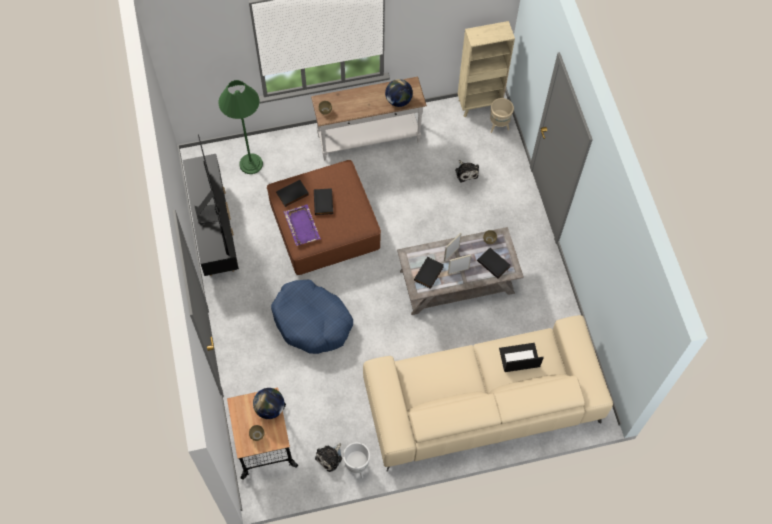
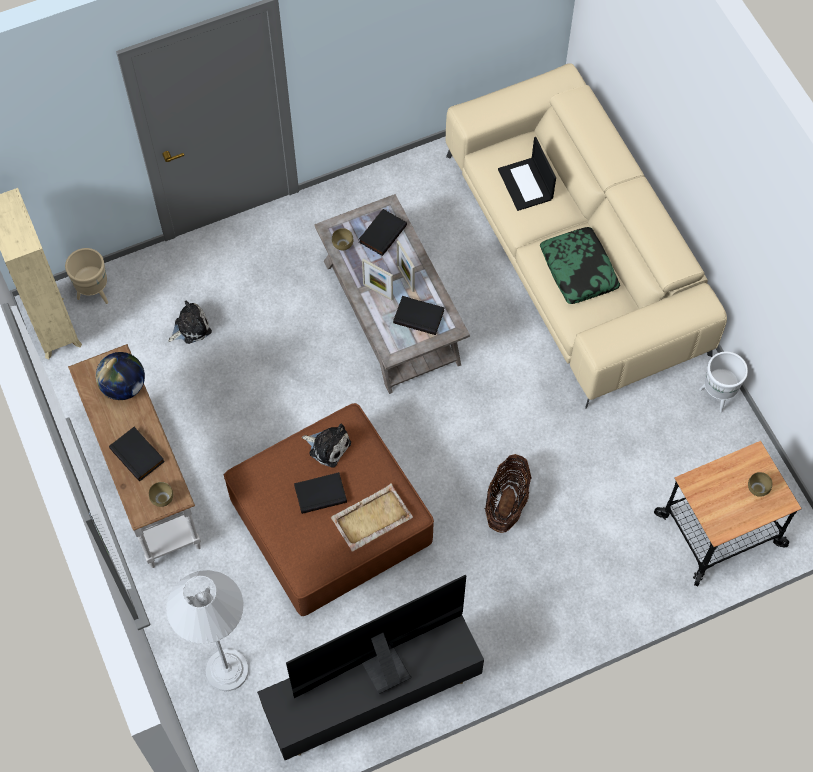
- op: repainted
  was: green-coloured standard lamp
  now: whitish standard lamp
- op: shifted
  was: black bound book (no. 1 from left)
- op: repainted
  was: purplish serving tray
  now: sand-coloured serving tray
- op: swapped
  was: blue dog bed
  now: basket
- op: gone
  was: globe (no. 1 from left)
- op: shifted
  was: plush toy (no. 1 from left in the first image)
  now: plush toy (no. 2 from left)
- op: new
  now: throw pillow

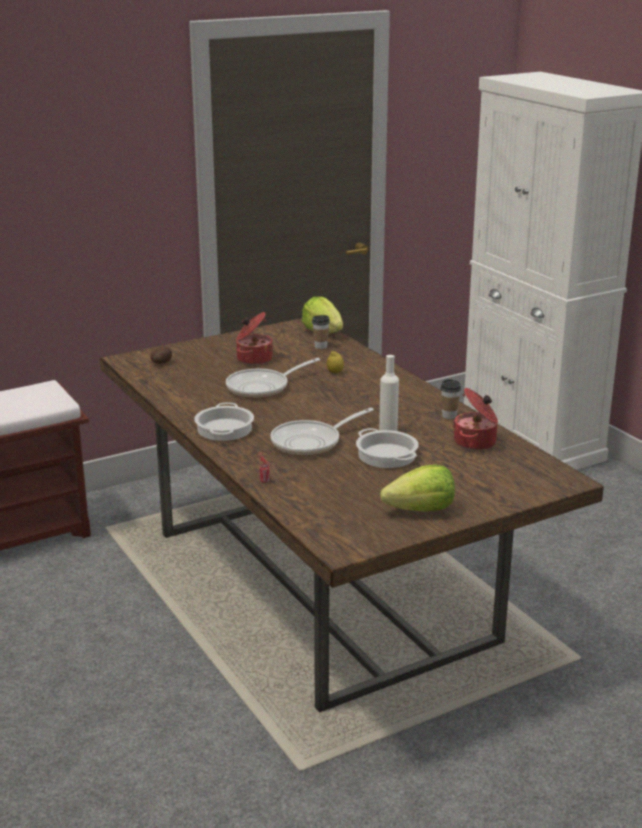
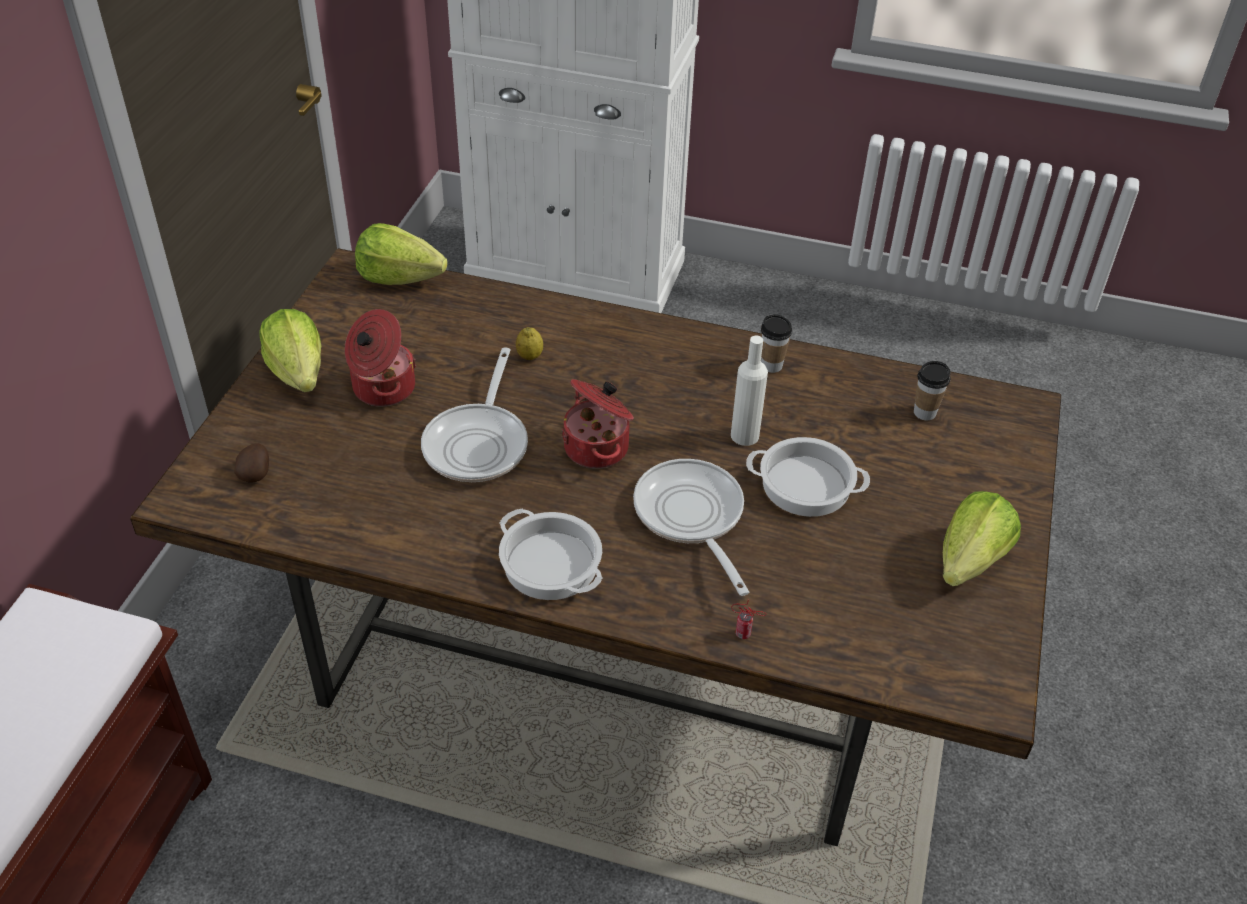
- op: shifted
  was: drinking cup (no. 1 from left in the first image)
  now: drinking cup (no. 2 from left)
- op: shifted
  was: cooking pot (no. 4 from left in the first image)
  now: cooking pot (no. 3 from left)
- op: rotated
  was: skillet (no. 2 from left)
  clockwise: 150
- op: new
  now: head of lettuce (no. 1 from left)

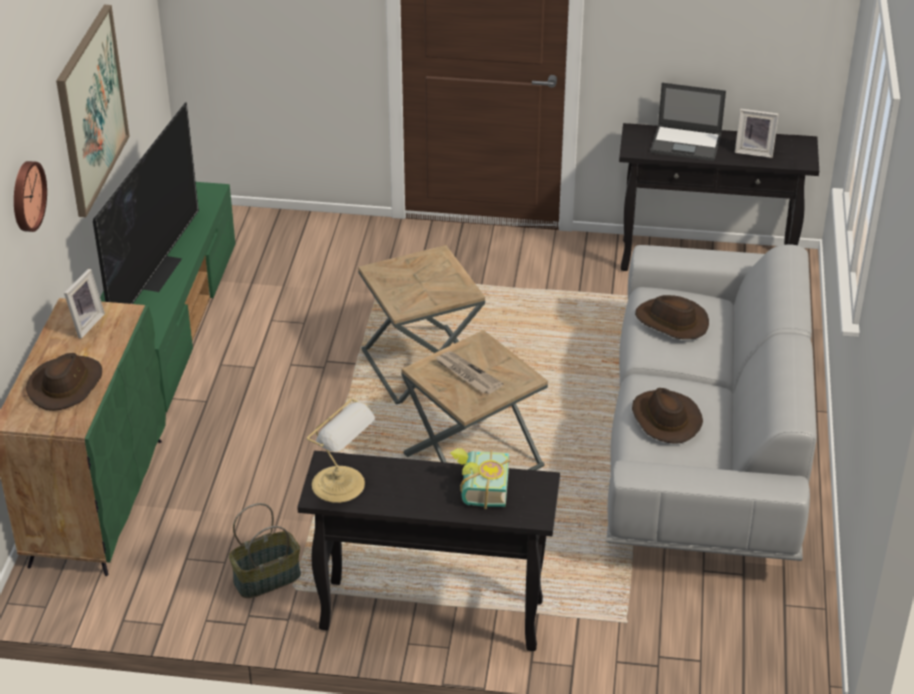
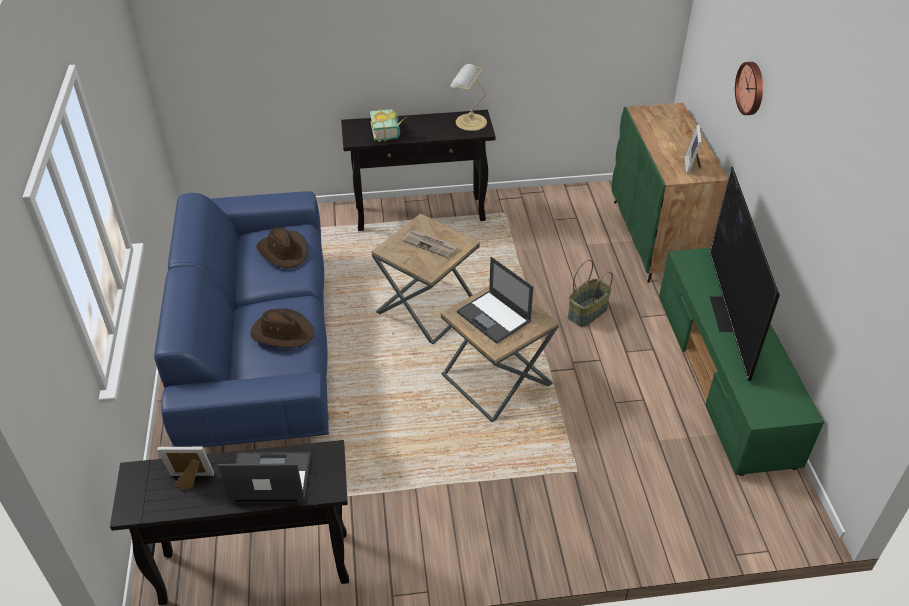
- op: gone
  was: picture
- op: repainted
  was: greyish sofa
  now: blue sofa
- op: gone
  was: brown clothing hat (no. 1 from left)
- op: shifted
  was: basket
- op: new
  now: notebook computer (no. 2 from left)

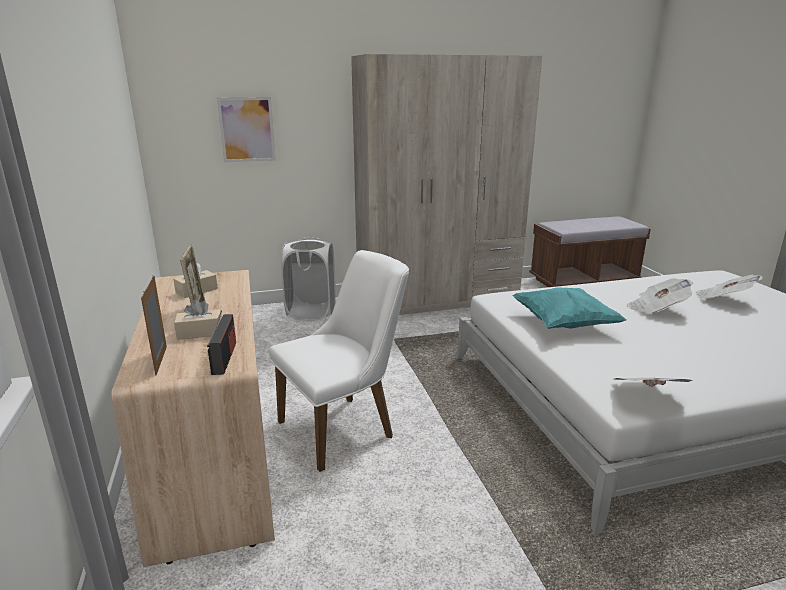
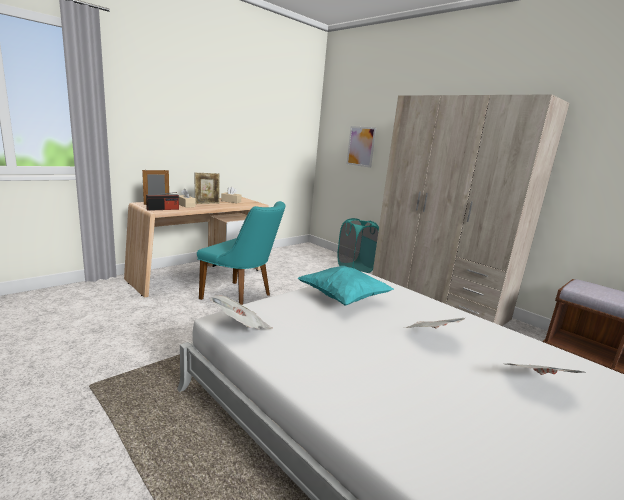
- op: repainted
  was: whitish washing basket
  now: blue-green washing basket
- op: repainted
  was: whitish chair
  now: blue-green chair

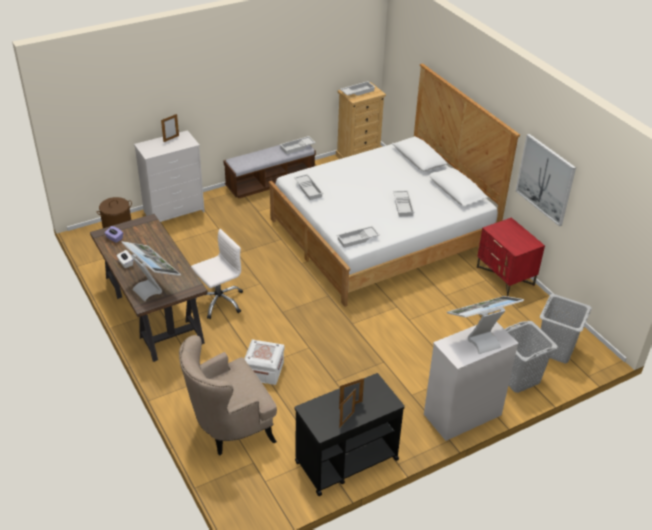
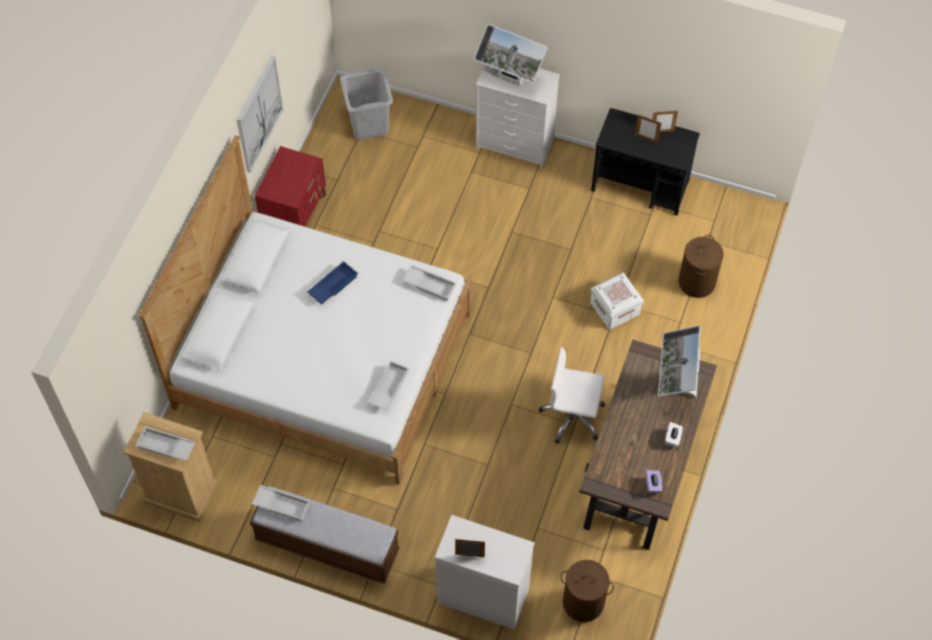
- op: repainted
  was: whitish serving tray (no. 5 from left)
  now: blue serving tray
- op: gone
  was: greyish washing basket (no. 1 from left)
- op: swapped
  was: sand-coloured easy chair
  now: brown washing basket (no. 2 from left)

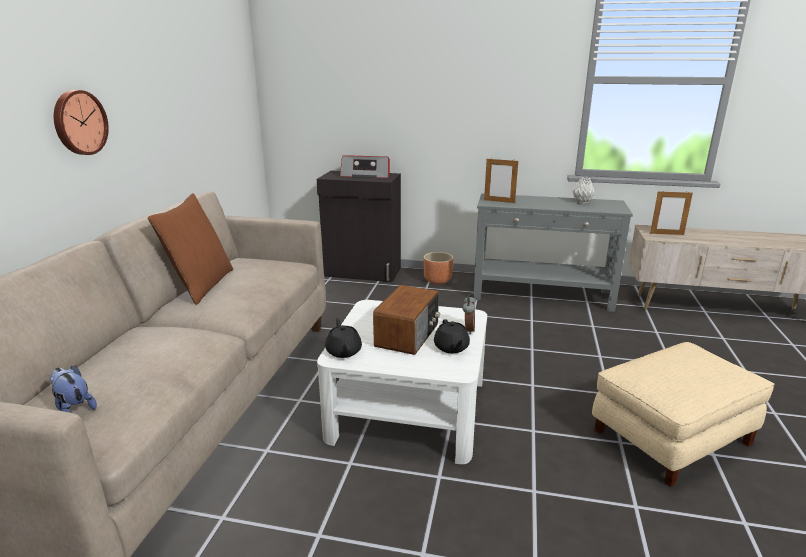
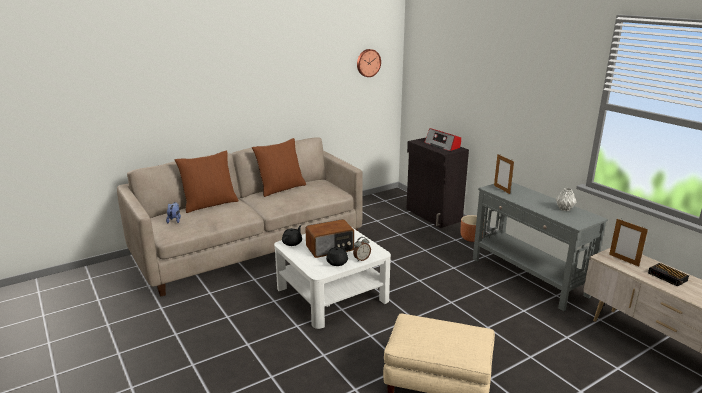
- op: shifted
  was: hanging clock
- op: new
  now: brown throw pillow (no. 1 from left)
- op: new
  now: bedside clock (no. 2 from left)

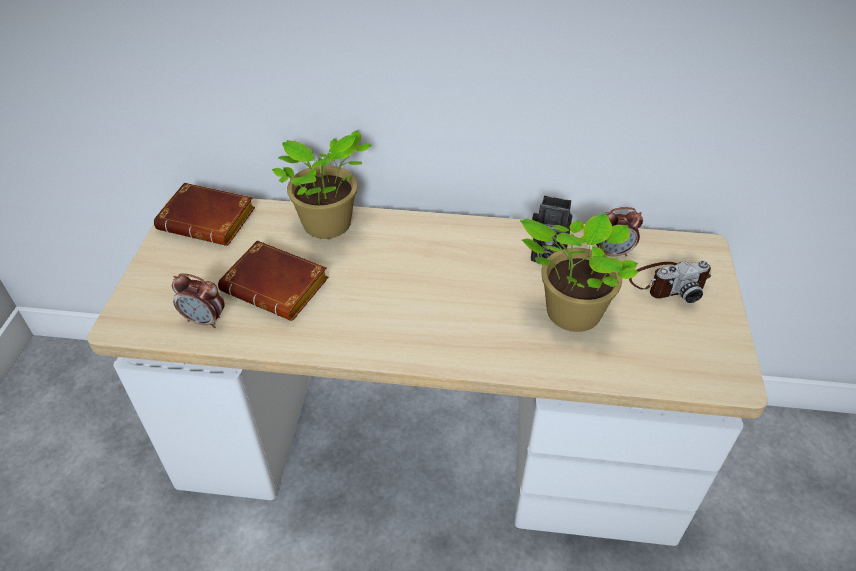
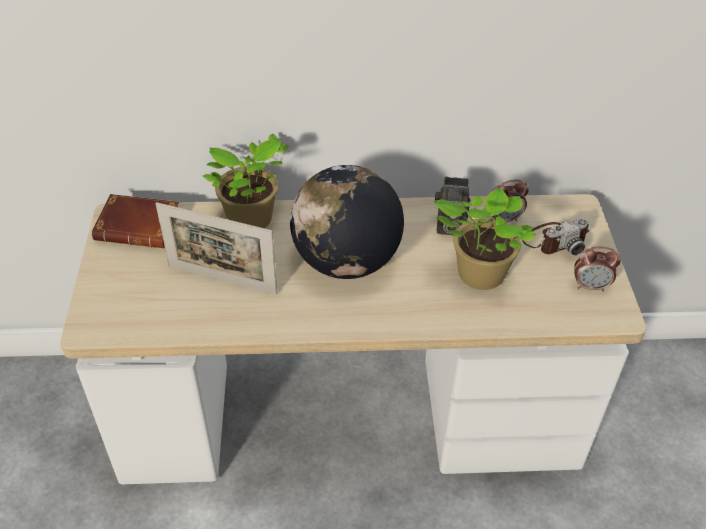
- op: swapped
  was: brown bound book (no. 2 from left)
  now: standing frame
- op: shifted
  was: bedside clock (no. 1 from left in the first image)
  now: bedside clock (no. 2 from left)
- op: new
  now: globe

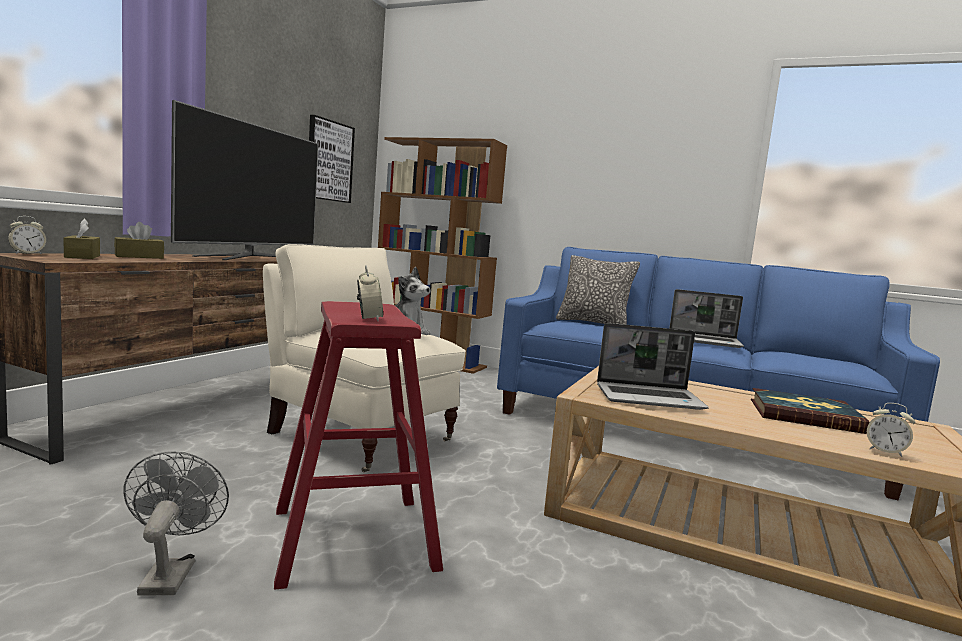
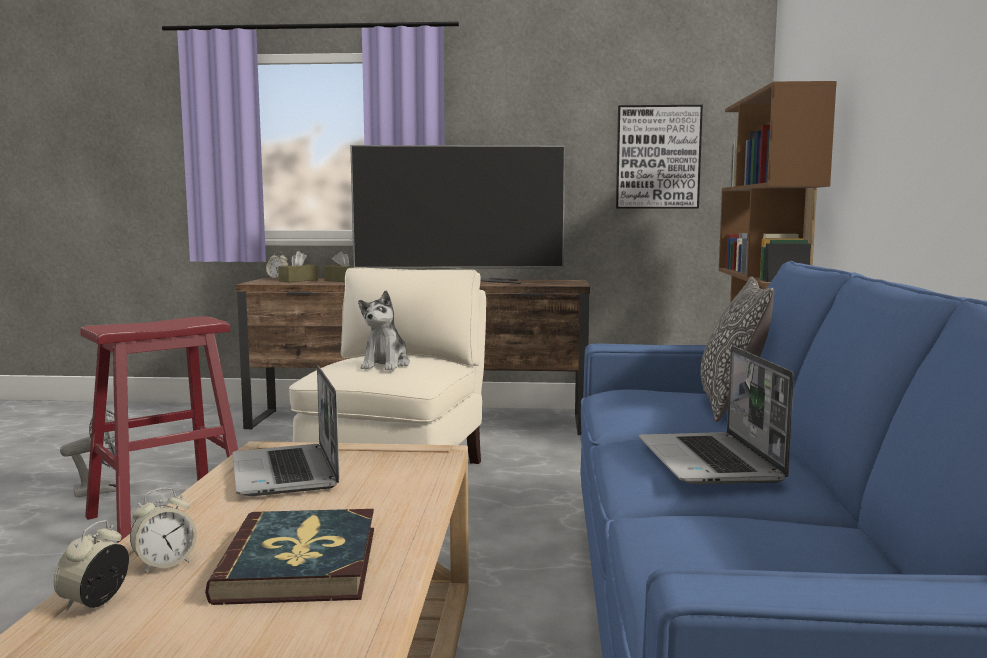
- op: shifted
  was: bedside clock (no. 2 from left)

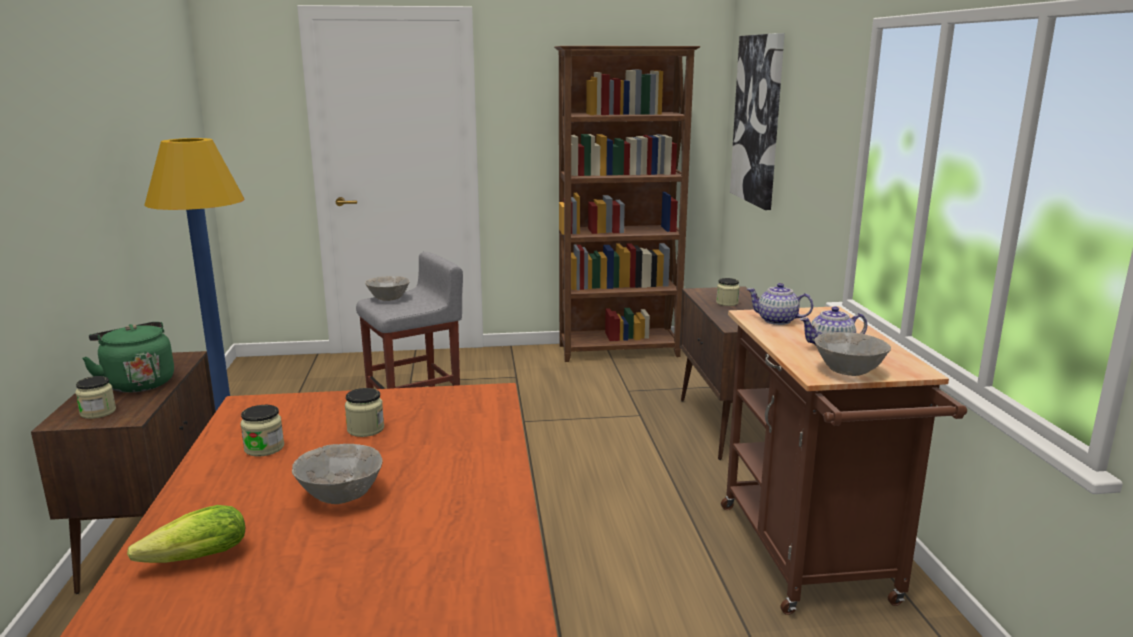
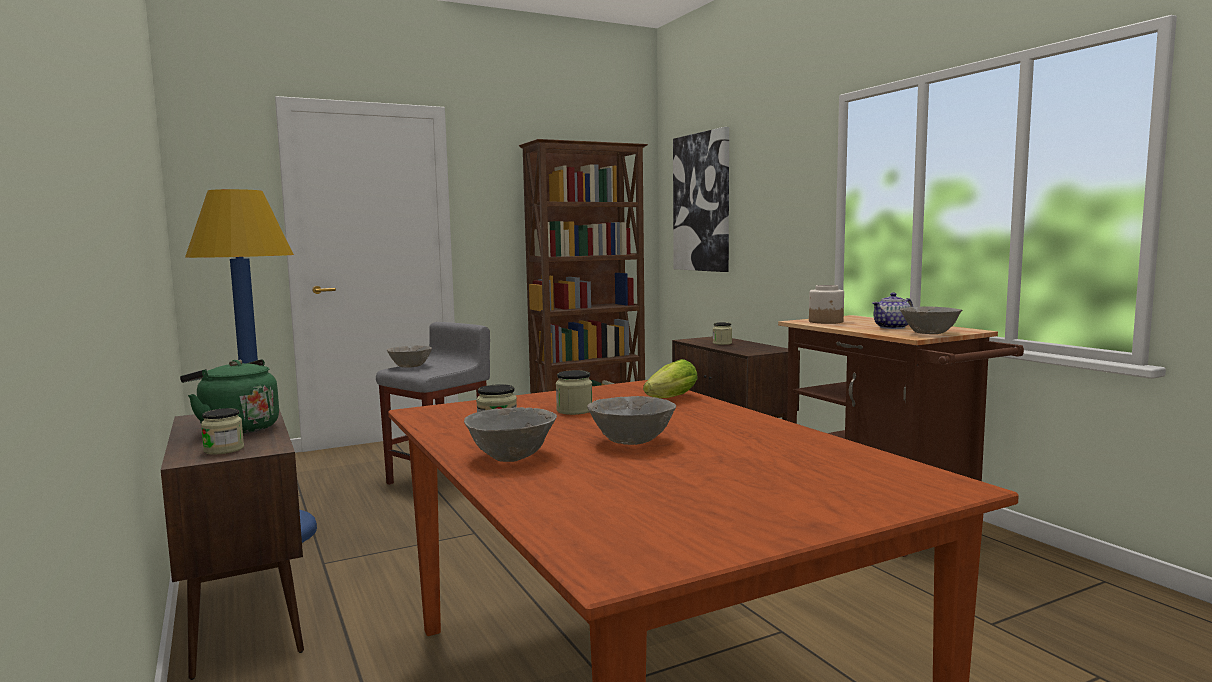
- op: swapped
  was: tea pot (no. 1 from left)
  now: preserve jar (no. 5 from left)
- op: shifted
  was: head of lettuce
- op: new
  now: greyish bowl (no. 2 from left)

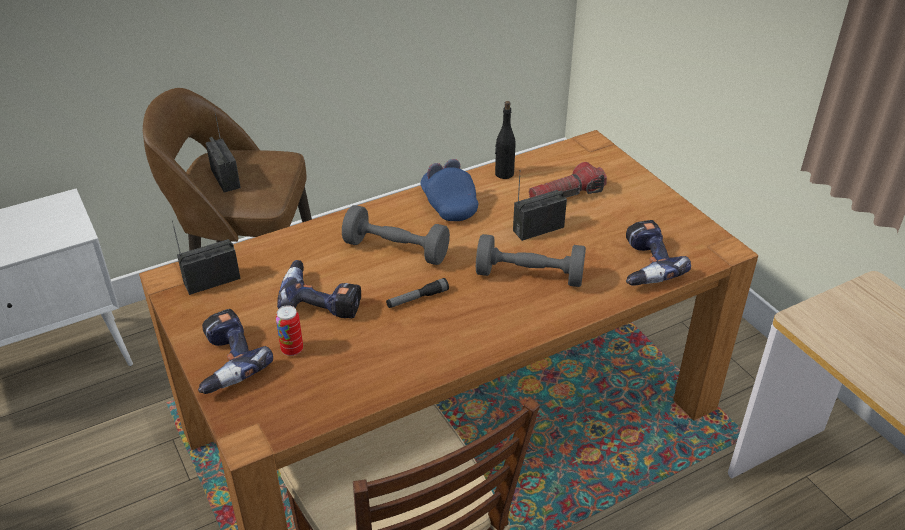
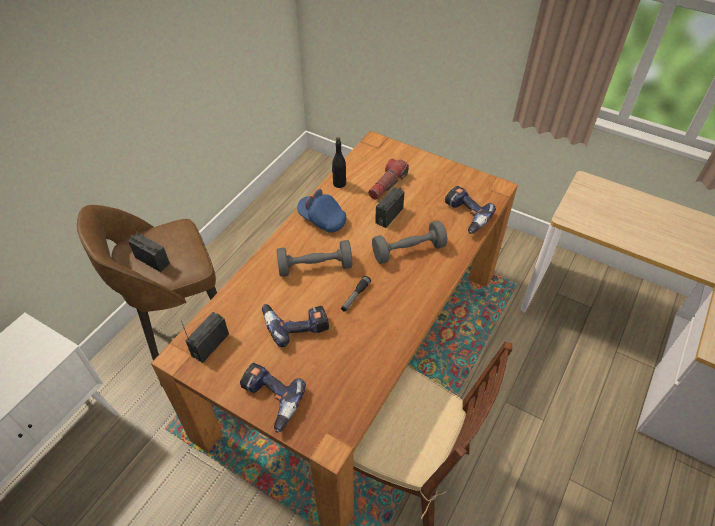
- op: gone
  was: can

